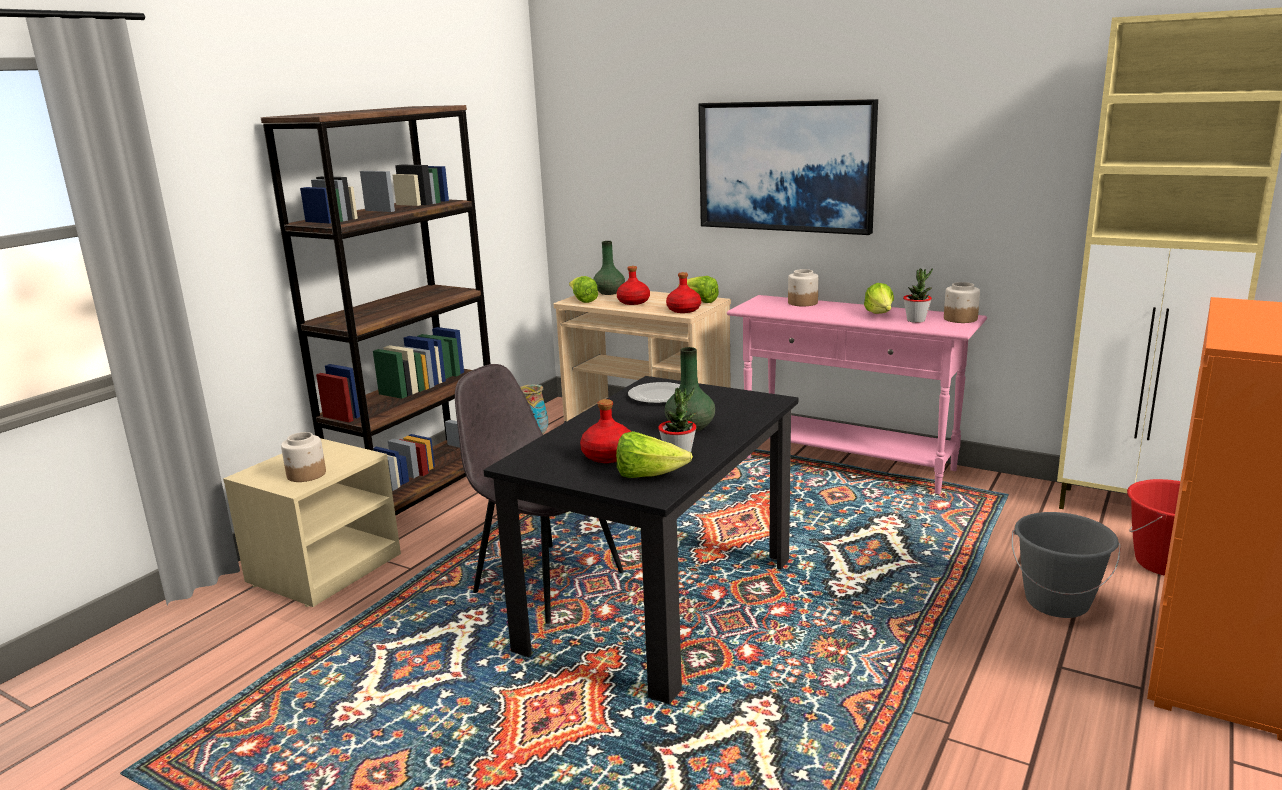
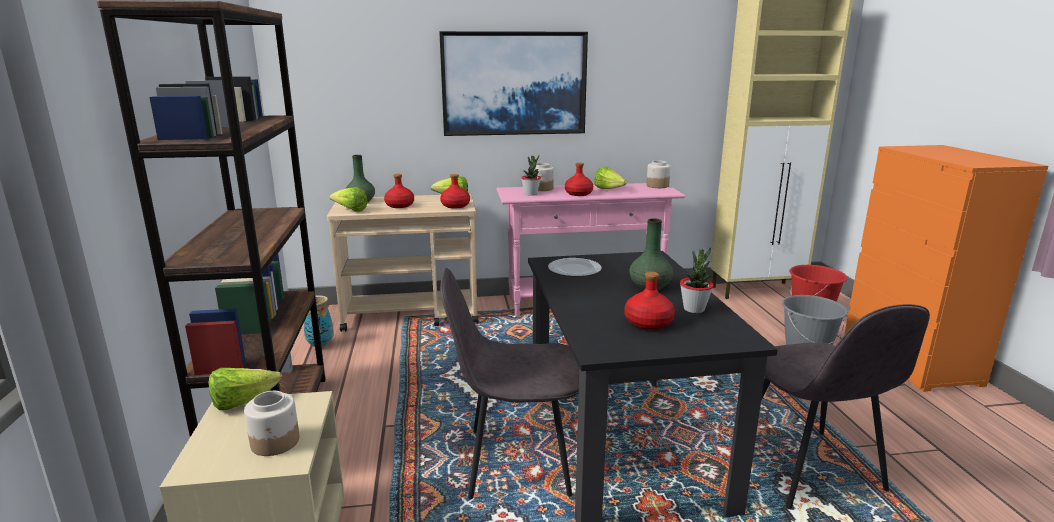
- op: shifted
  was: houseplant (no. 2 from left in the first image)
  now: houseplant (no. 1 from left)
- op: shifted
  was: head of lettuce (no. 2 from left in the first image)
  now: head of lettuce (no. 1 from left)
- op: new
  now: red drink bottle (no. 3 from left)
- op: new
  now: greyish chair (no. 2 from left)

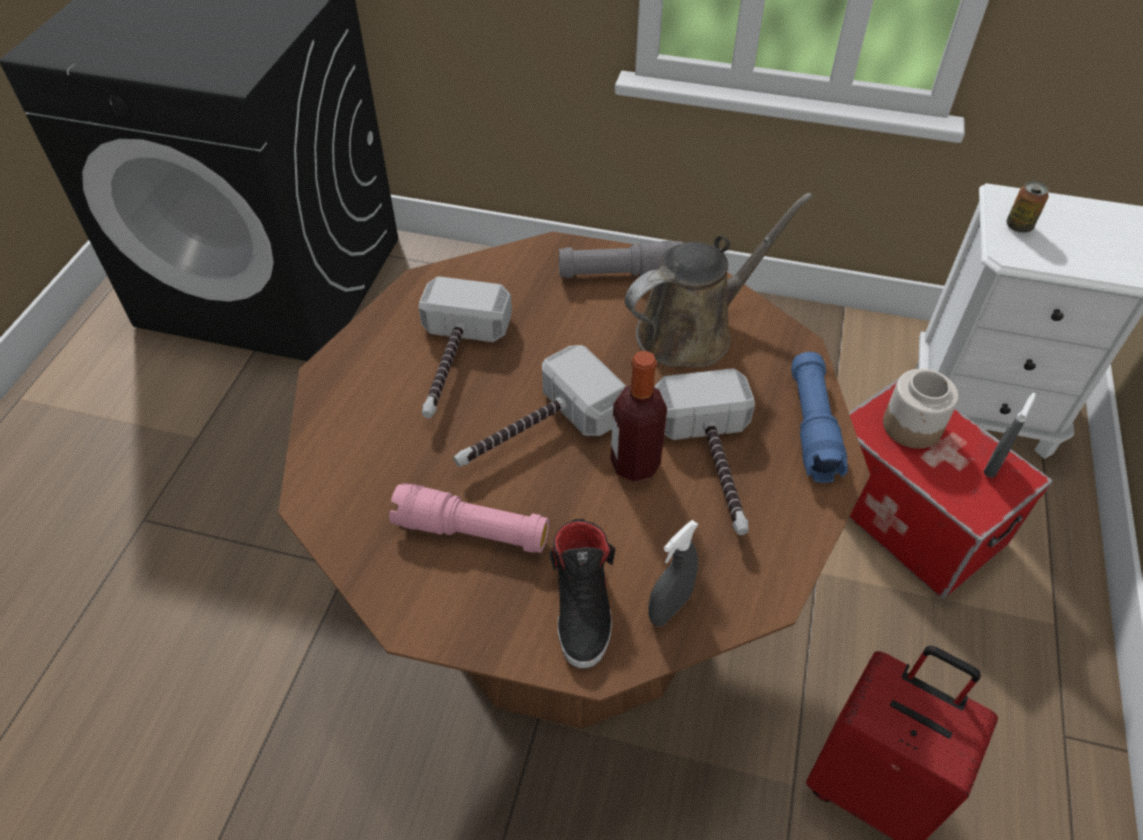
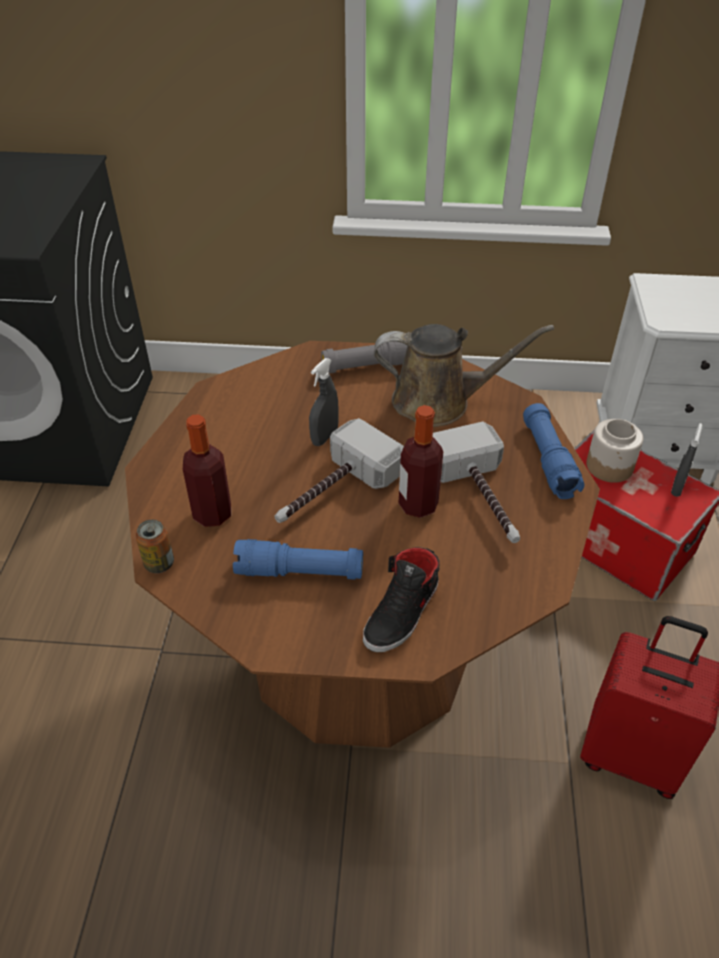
- op: shifted
  was: can
- op: rotated
  was: brown watering pot
  clockwise: 45
- op: gone
  was: tool hammer (no. 1 from left)
- op: repainted
  was: pinkish flashlight
  now: blue flashlight (no. 1 from left)
- op: rotated
  was: black shoe
  clockwise: 45
- op: shifted
  was: greyish sprayer (no. 1 from left)
- op: new
  now: drink bottle (no. 1 from left)

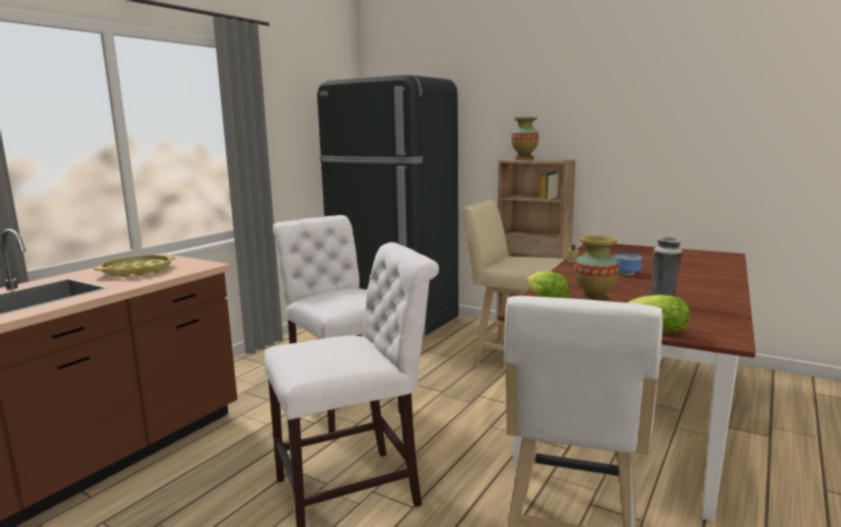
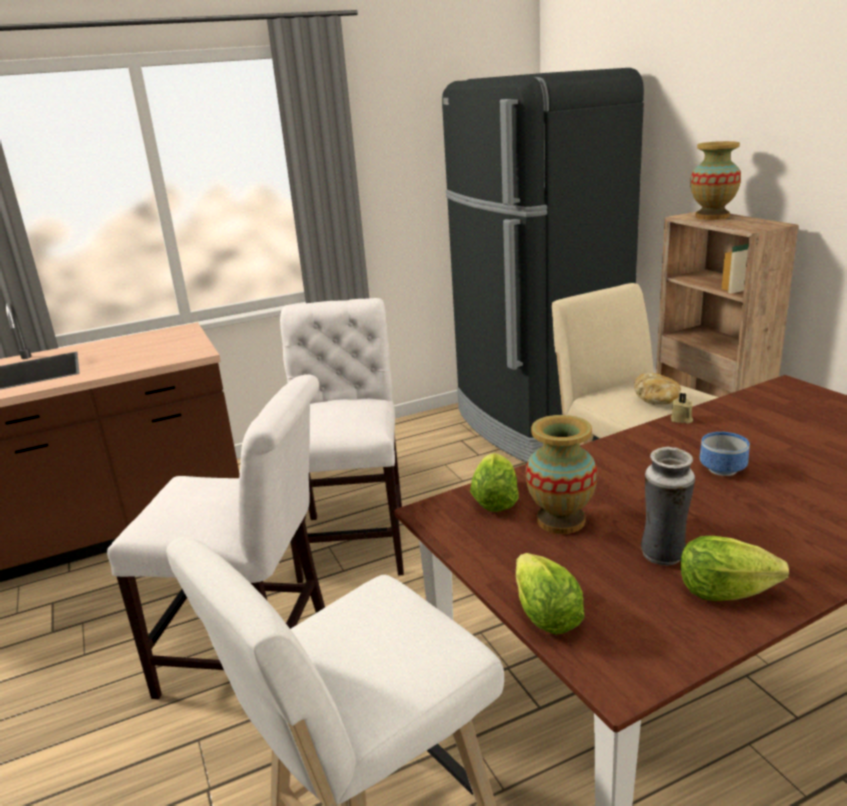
- op: gone
  was: yellowish serving tray
- op: new
  now: baked bread
- op: new
  now: head of lettuce (no. 3 from left)

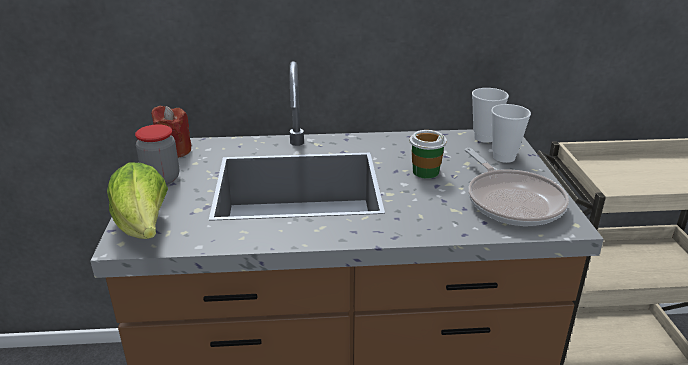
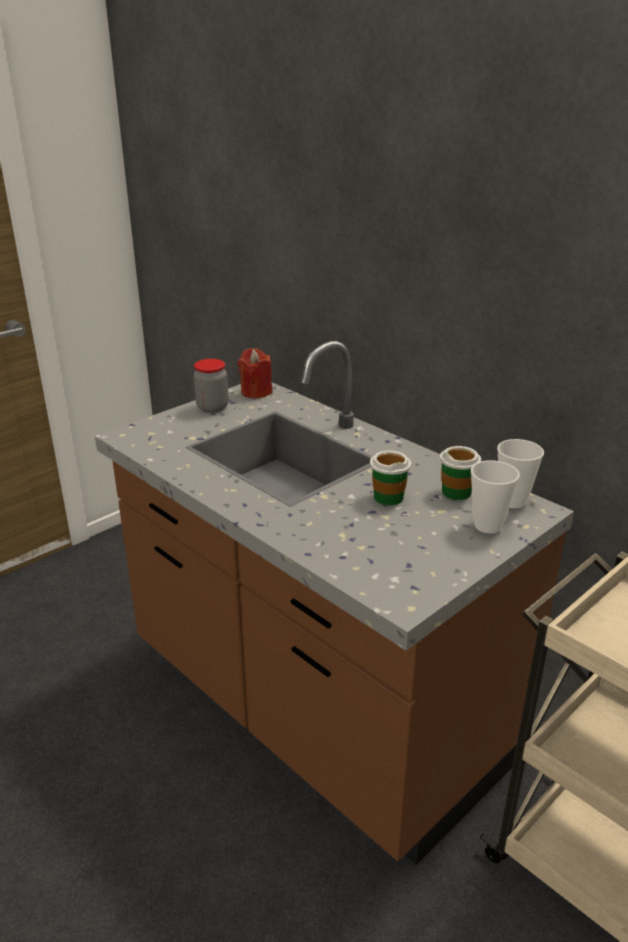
- op: gone
  was: skillet
- op: gone
  was: head of lettuce
- op: new
  now: drinking cup (no. 2 from left)

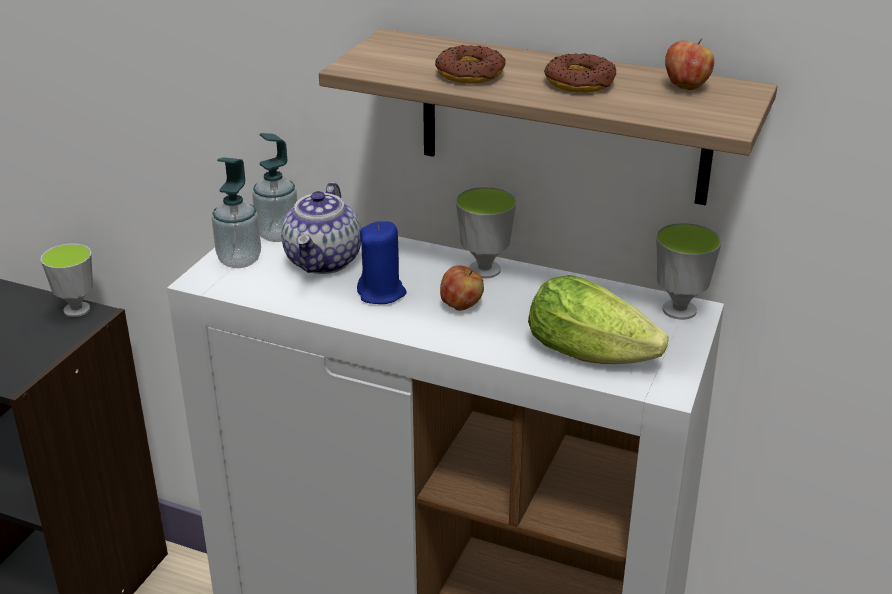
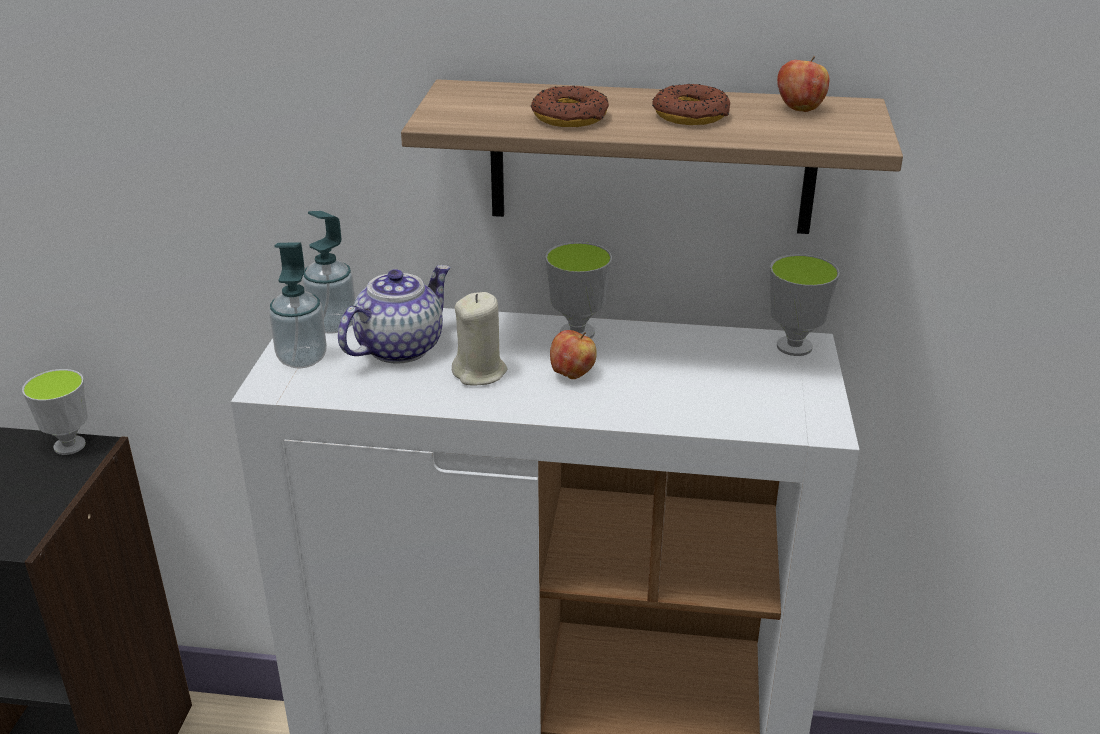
- op: rotated
  was: tea pot
  clockwise: -135
- op: repainted
  was: blue wax candle
  now: sand-coloured wax candle
- op: gone
  was: head of lettuce

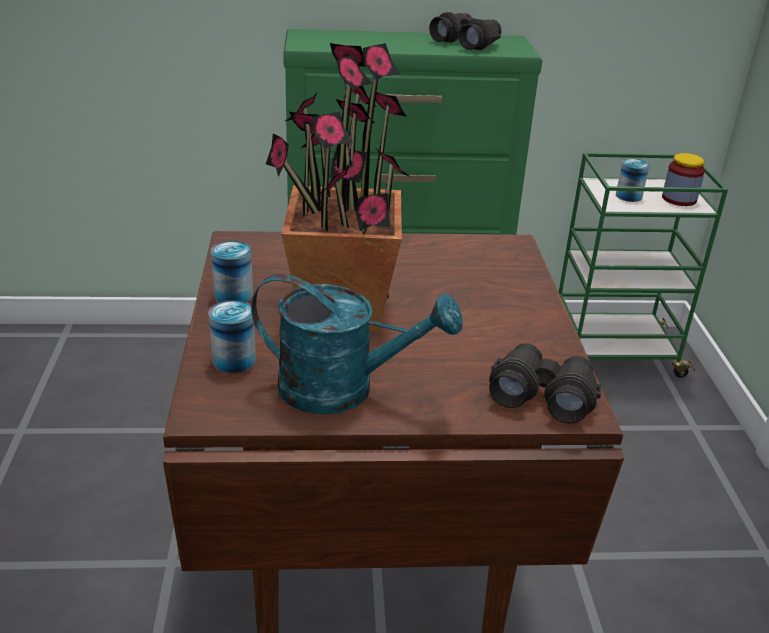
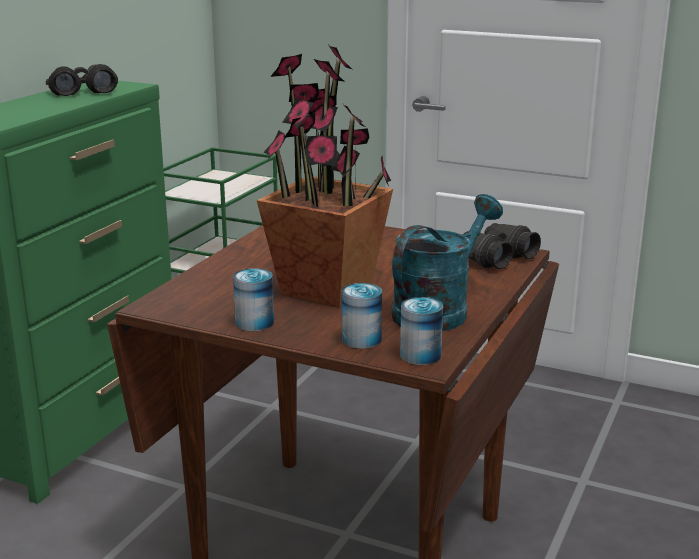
- op: gone
  was: preserve jar
- op: shifted
  was: can (no. 3 from left)

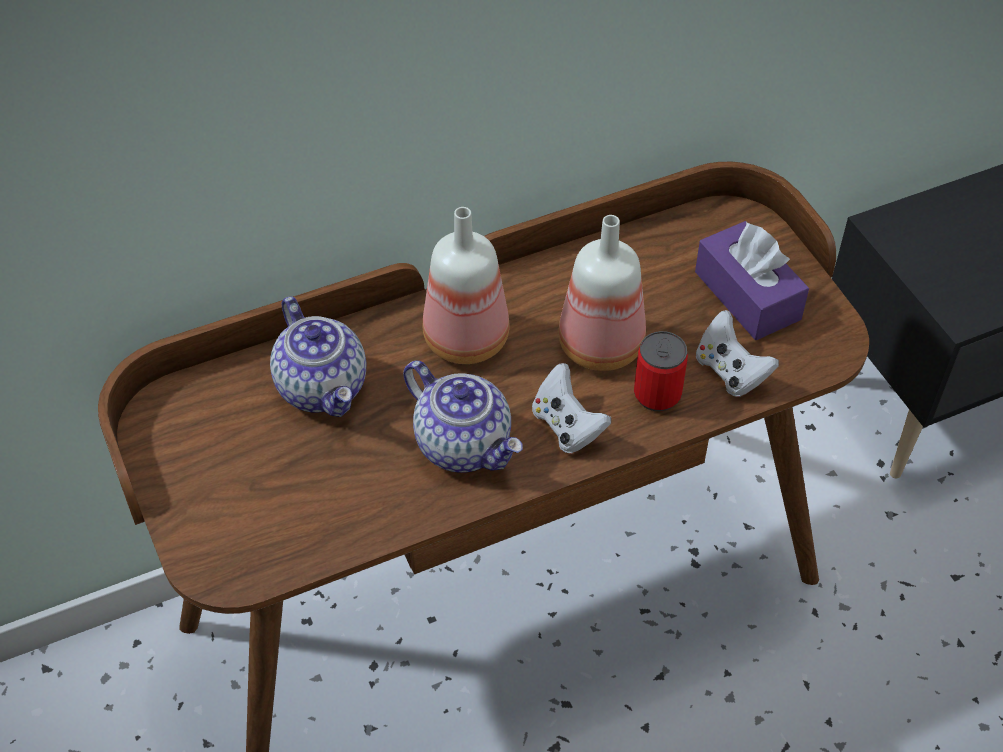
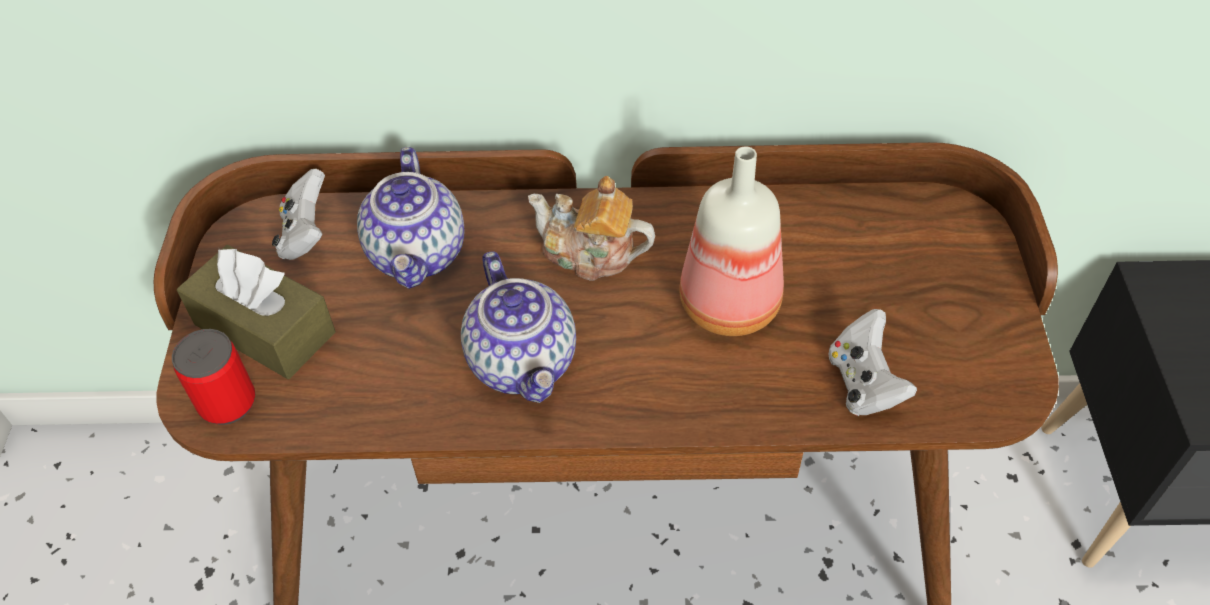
- op: swapped
  was: drink bottle (no. 1 from left)
  now: tea pot (no. 3 from left)
- op: gone
  was: purplish box of tissues
- op: shifted
  was: can
- op: shifted
  was: whitish gamepad (no. 1 from left)
- op: new
  now: brown box of tissues

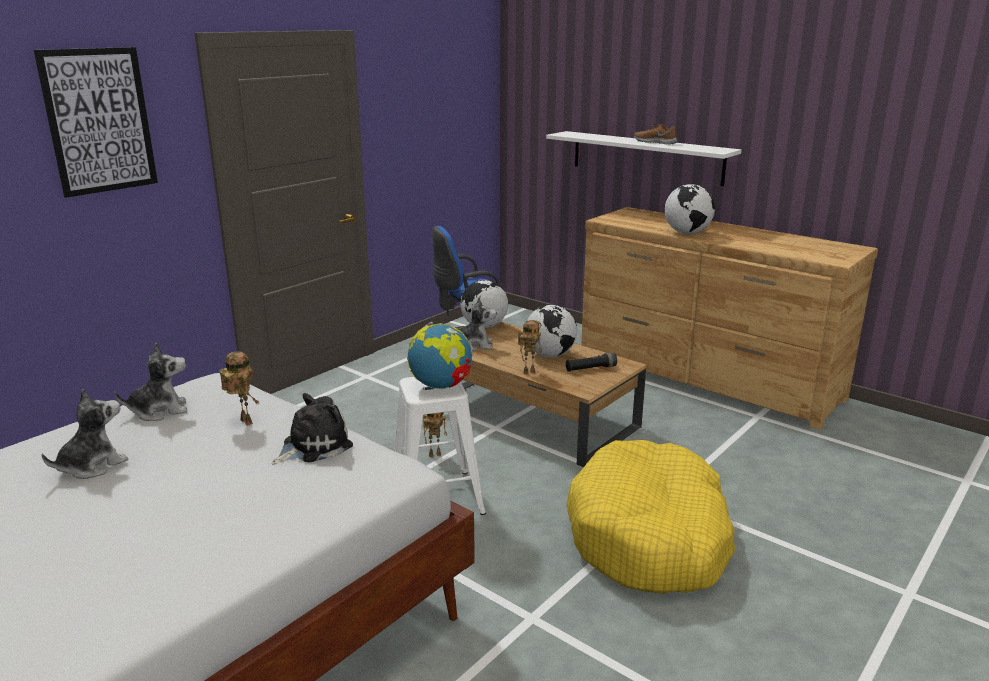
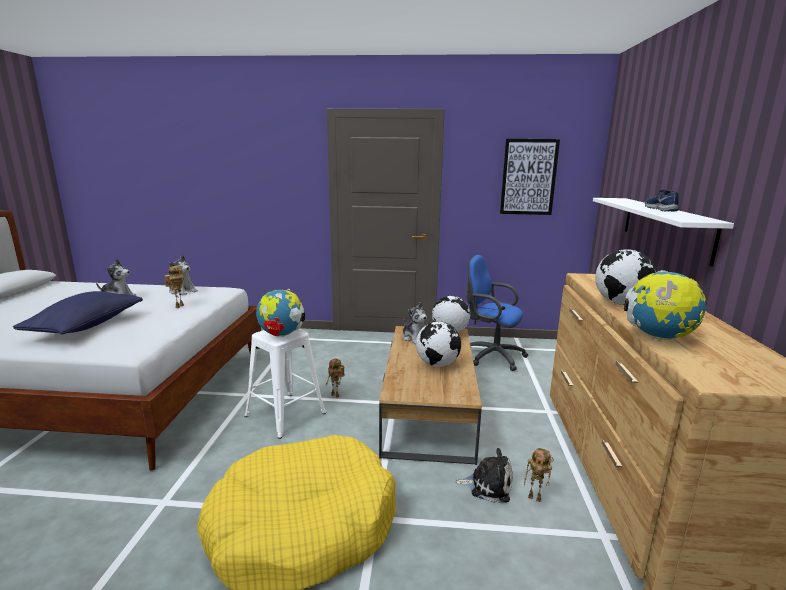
- op: shifted
  was: picture
- op: repainted
  was: brown shoe
  now: blue shoe
- op: shifted
  was: model robot (no. 3 from left)
- op: gone
  was: black flashlight
- op: shifted
  was: plush toy (no. 3 from left in the first image)
  now: plush toy (no. 4 from left)
- op: new
  now: globe (no. 5 from left)
- op: new
  now: blue throw pillow

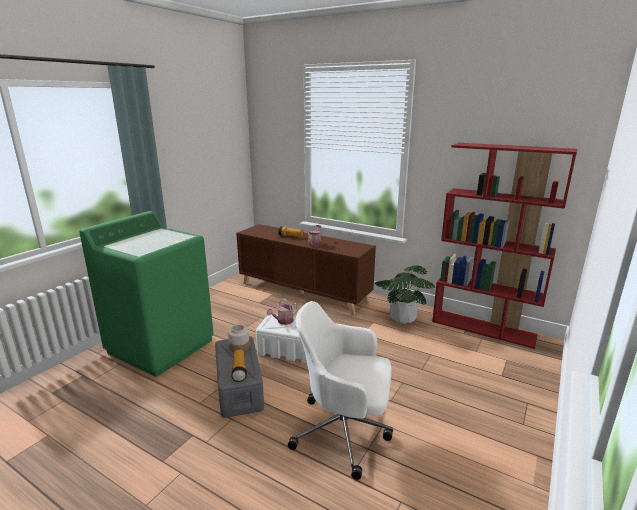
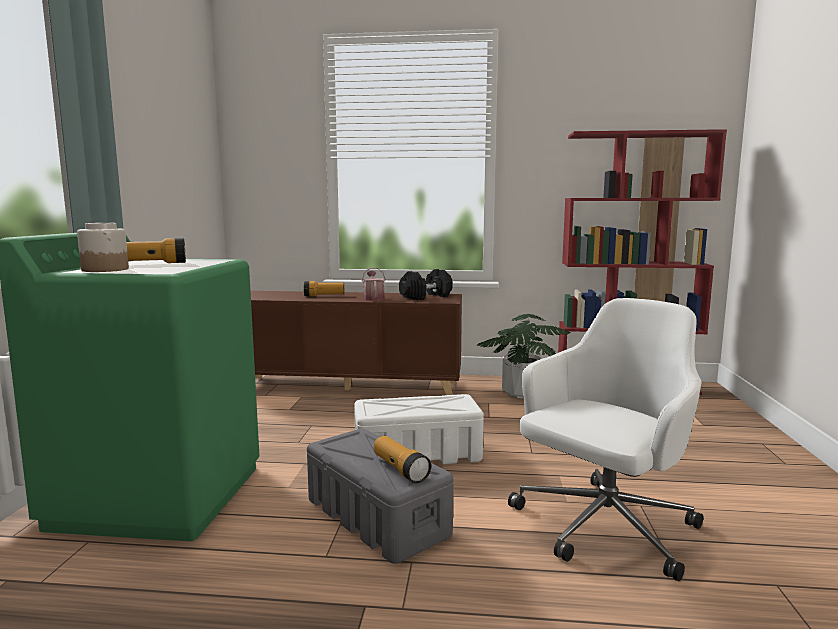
- op: gone
  was: watering pot (no. 1 from left)
- op: rotated
  was: whitish office chair
  clockwise: 150
- op: shifted
  was: preserve jar
- op: new
  now: flashlight (no. 1 from left)
- op: new
  now: black hand weight

